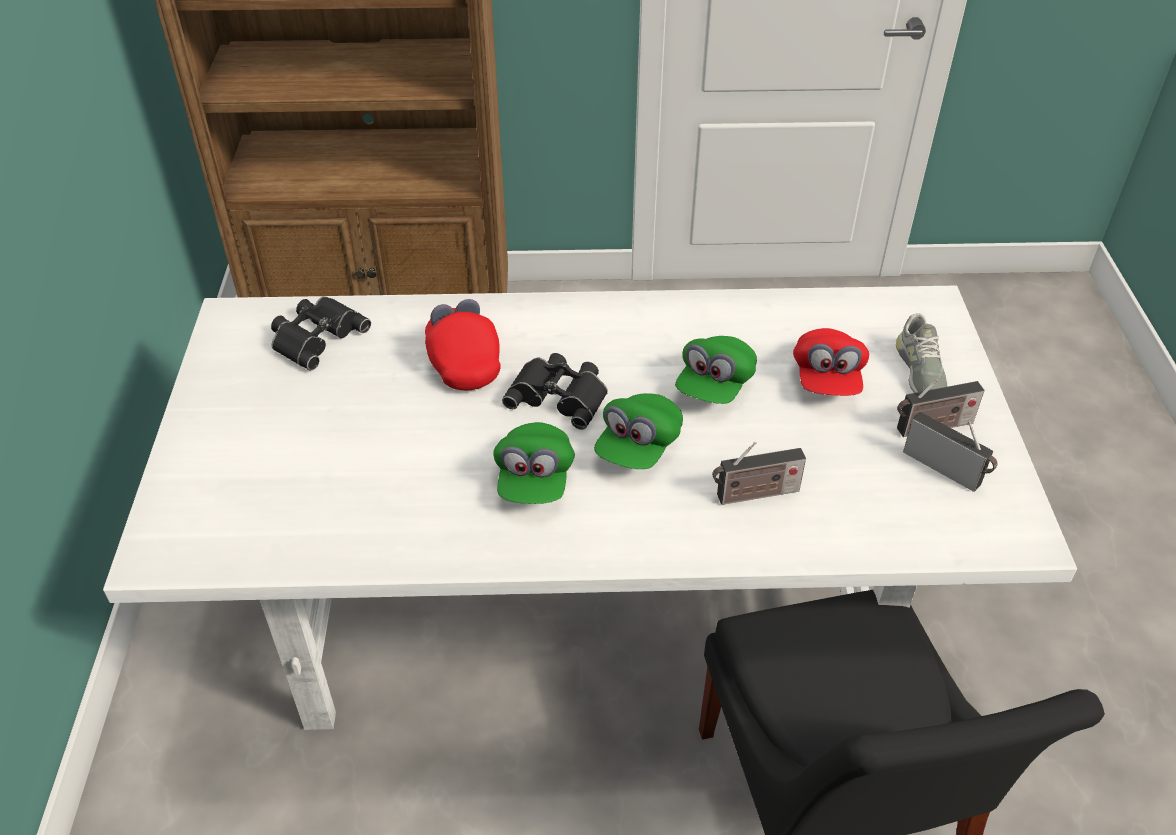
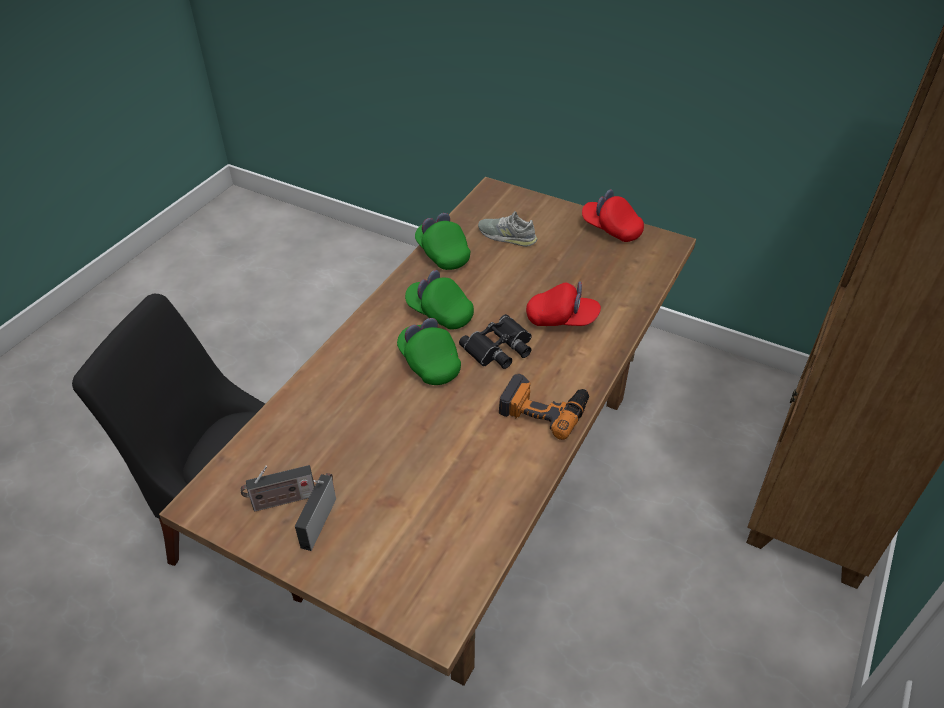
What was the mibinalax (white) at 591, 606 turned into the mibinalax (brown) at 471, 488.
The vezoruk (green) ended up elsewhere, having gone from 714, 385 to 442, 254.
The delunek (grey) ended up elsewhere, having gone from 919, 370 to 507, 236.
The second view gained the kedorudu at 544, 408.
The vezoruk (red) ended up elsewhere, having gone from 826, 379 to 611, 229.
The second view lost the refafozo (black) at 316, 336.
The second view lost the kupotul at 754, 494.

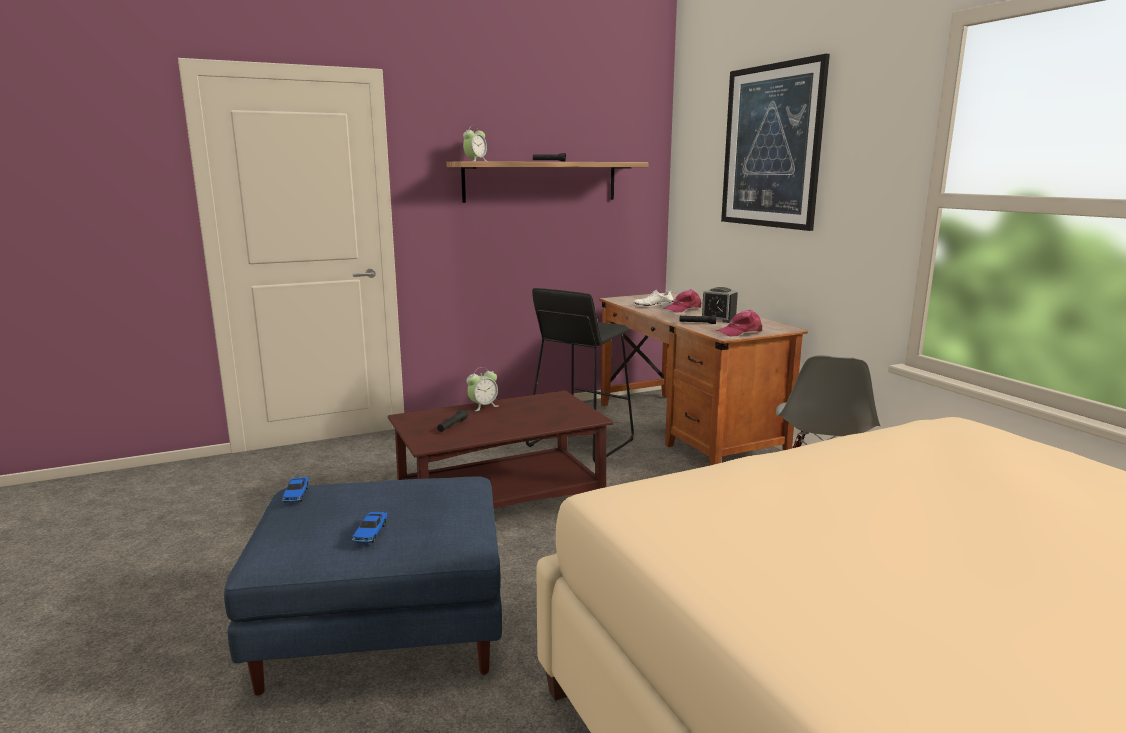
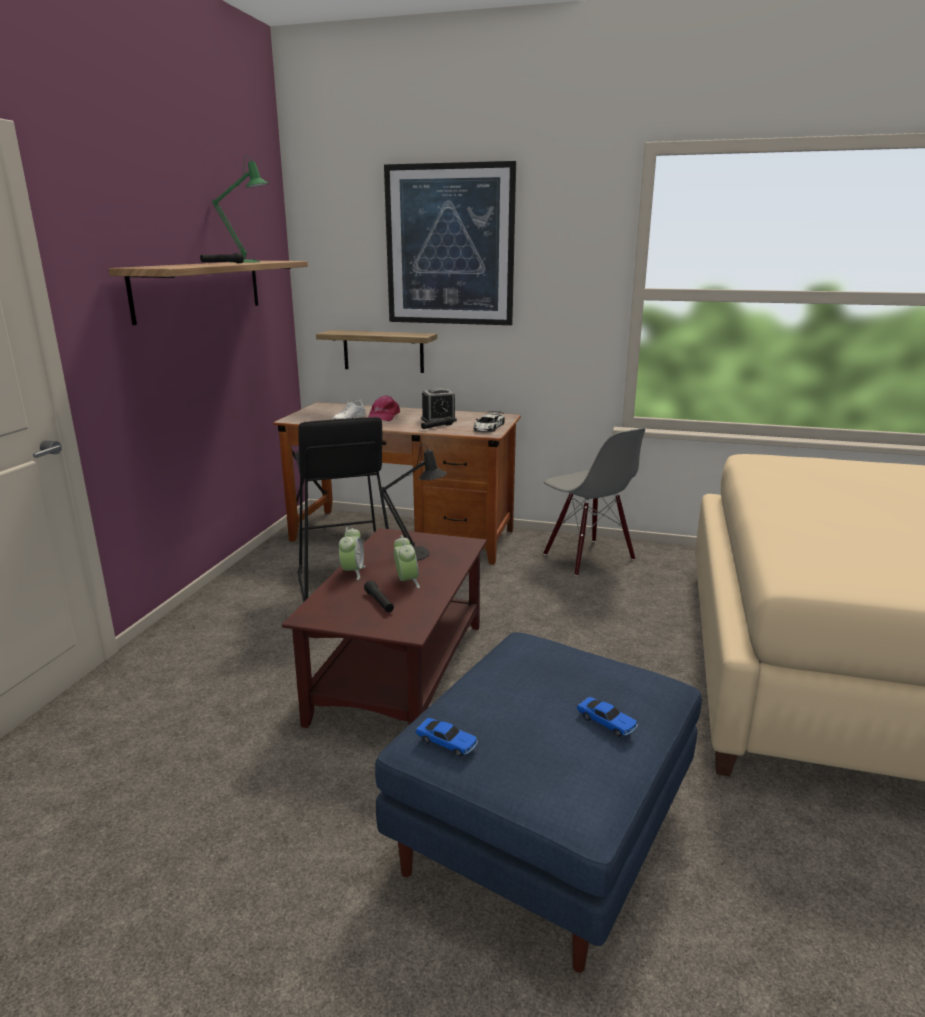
The second view gained the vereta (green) at 249, 262.
The second view gained the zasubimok at 383, 351.
The second view gained the vereta (black) at 417, 554.
The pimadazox ended up elsewhere, having gone from 475, 161 to 406, 582.
Where the vezoruk (pink) stood at 740, 332, the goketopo came to stand at 488, 427.

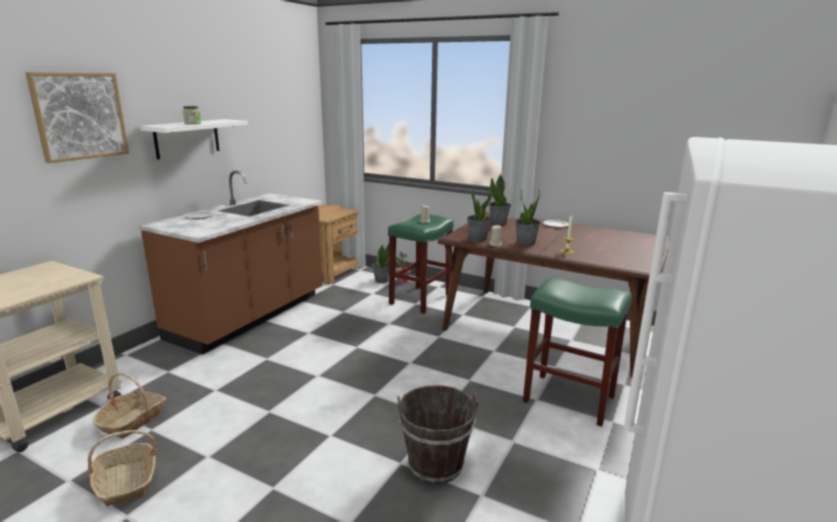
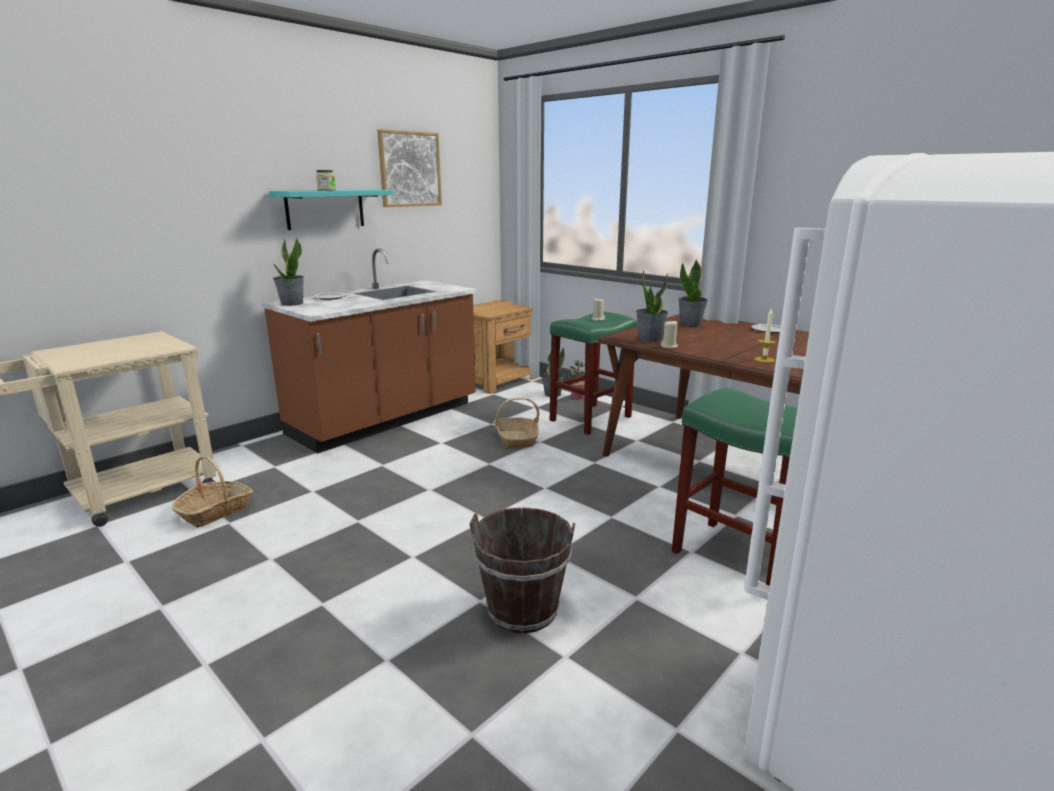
What was the zasubimok (white) at 187, 138 turned into the zasubimok (turquoise) at 325, 209.
The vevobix ended up elsewhere, having gone from 526, 243 to 292, 303.
The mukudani ended up elsewhere, having gone from 80, 116 to 409, 169.
The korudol ended up elsewhere, having gone from 126, 482 to 516, 439.

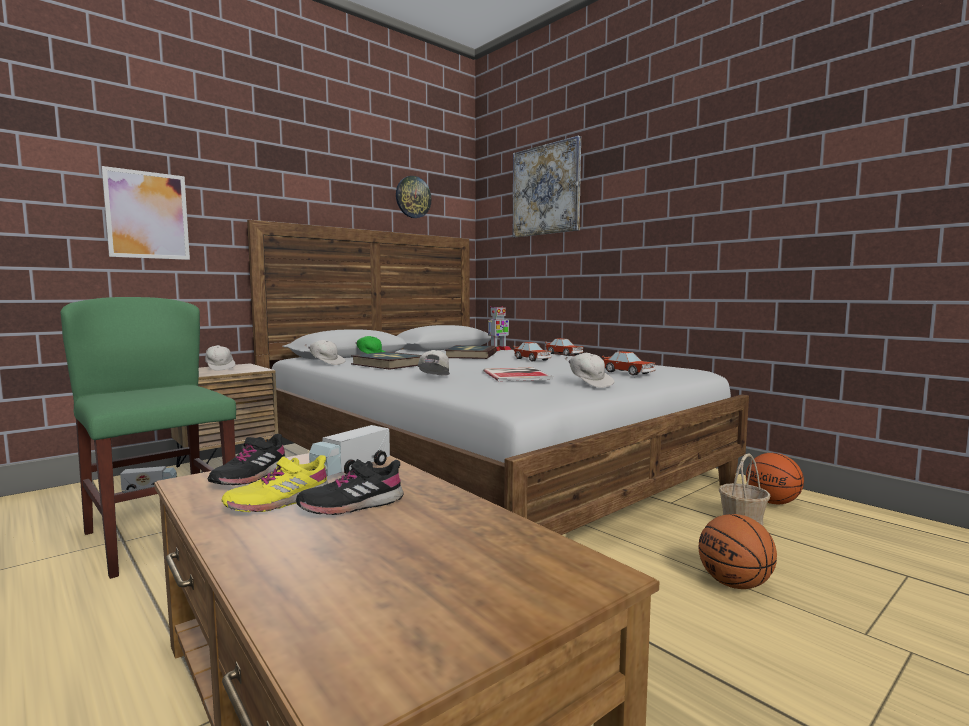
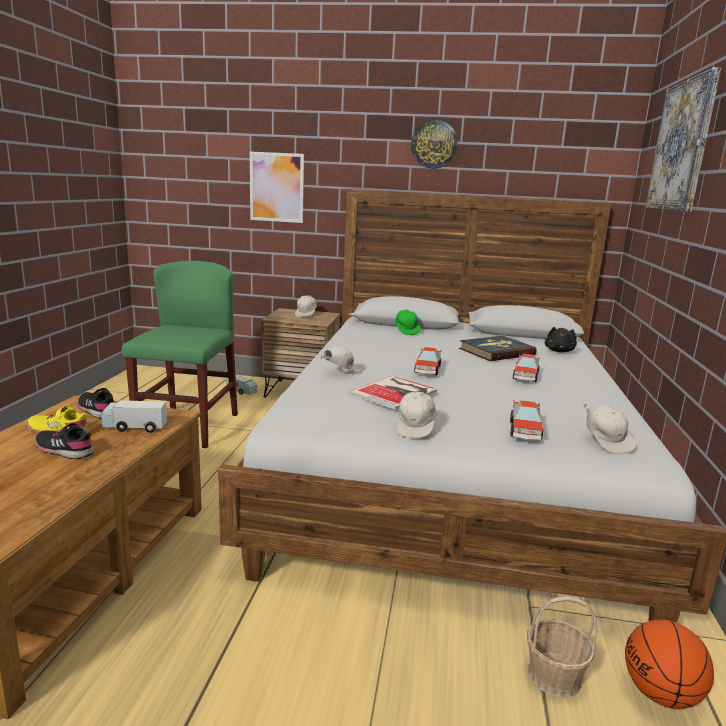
The delunek (black) at 250, 476 ended up facing another way, 60 degrees clockwise from before.
The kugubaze ended up elsewhere, having gone from 413, 197 to 434, 144.
The goketopo ended up elsewhere, having gone from 564, 354 to 427, 370.
Where the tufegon stood at 498, 350, the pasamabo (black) came to stand at 559, 351.
The vezoruk (white) ended up elsewhere, having gone from 326, 363 to 606, 442.
The second view lost the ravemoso at 389, 364.
The second view lost the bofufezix at 734, 584.

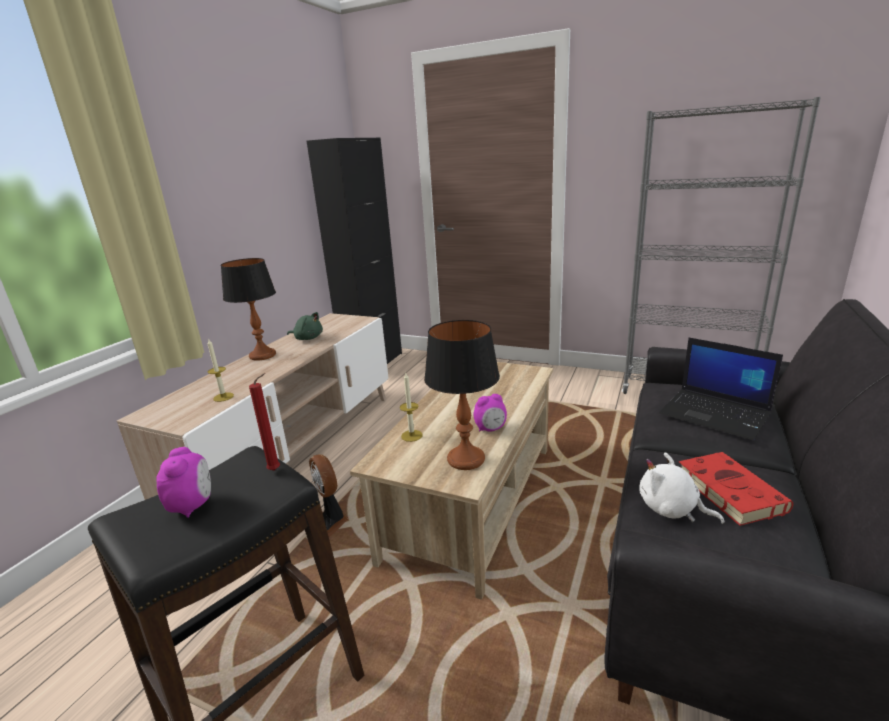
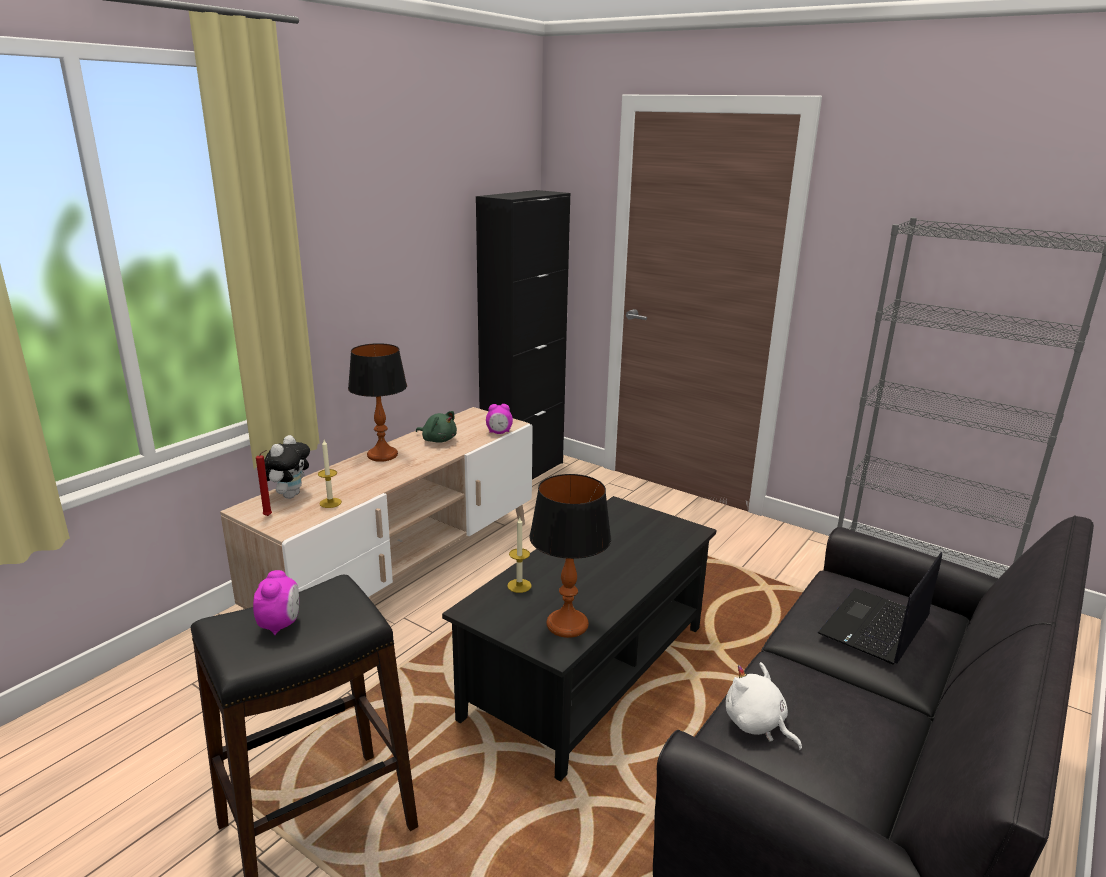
The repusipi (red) ended up elsewhere, having gone from 276, 470 to 269, 516.
The second view gained the pasamabo at 289, 495.
What was the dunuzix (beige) at 473, 501 turned into the dunuzix (black) at 588, 672.
The pimadazox ended up elsewhere, having gone from 490, 429 to 499, 433.
The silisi at 716, 414 ended up facing another way, 75 degrees clockwise from before.
The second view lost the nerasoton at 329, 523.
The second view lost the ravemoso (red) at 727, 490.

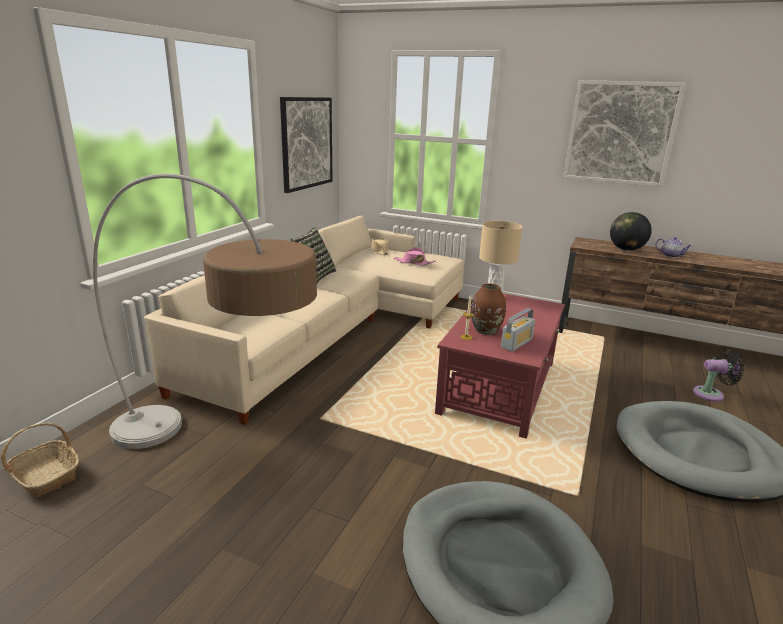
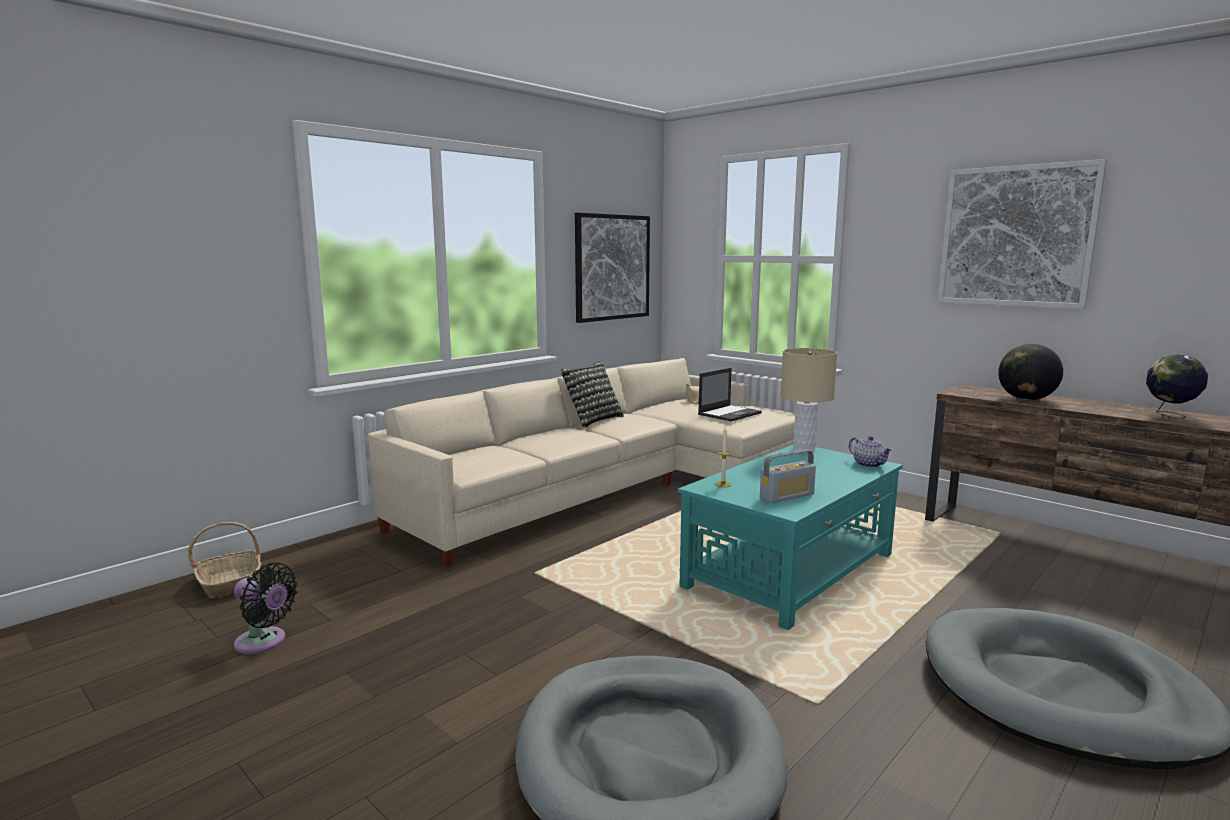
The nerasoton (black) ended up elsewhere, having gone from 711, 394 to 264, 642.
What was the dunuzix (red) at 499, 387 turned into the dunuzix (turquoise) at 791, 570.
Where the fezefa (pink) stood at 414, 263, the silisi came to stand at 730, 413.
The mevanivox ended up elsewhere, having gone from 671, 255 to 869, 464.
The second view gained the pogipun at 1169, 416.
The second view lost the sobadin at 218, 454.
The second view lost the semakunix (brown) at 486, 331.

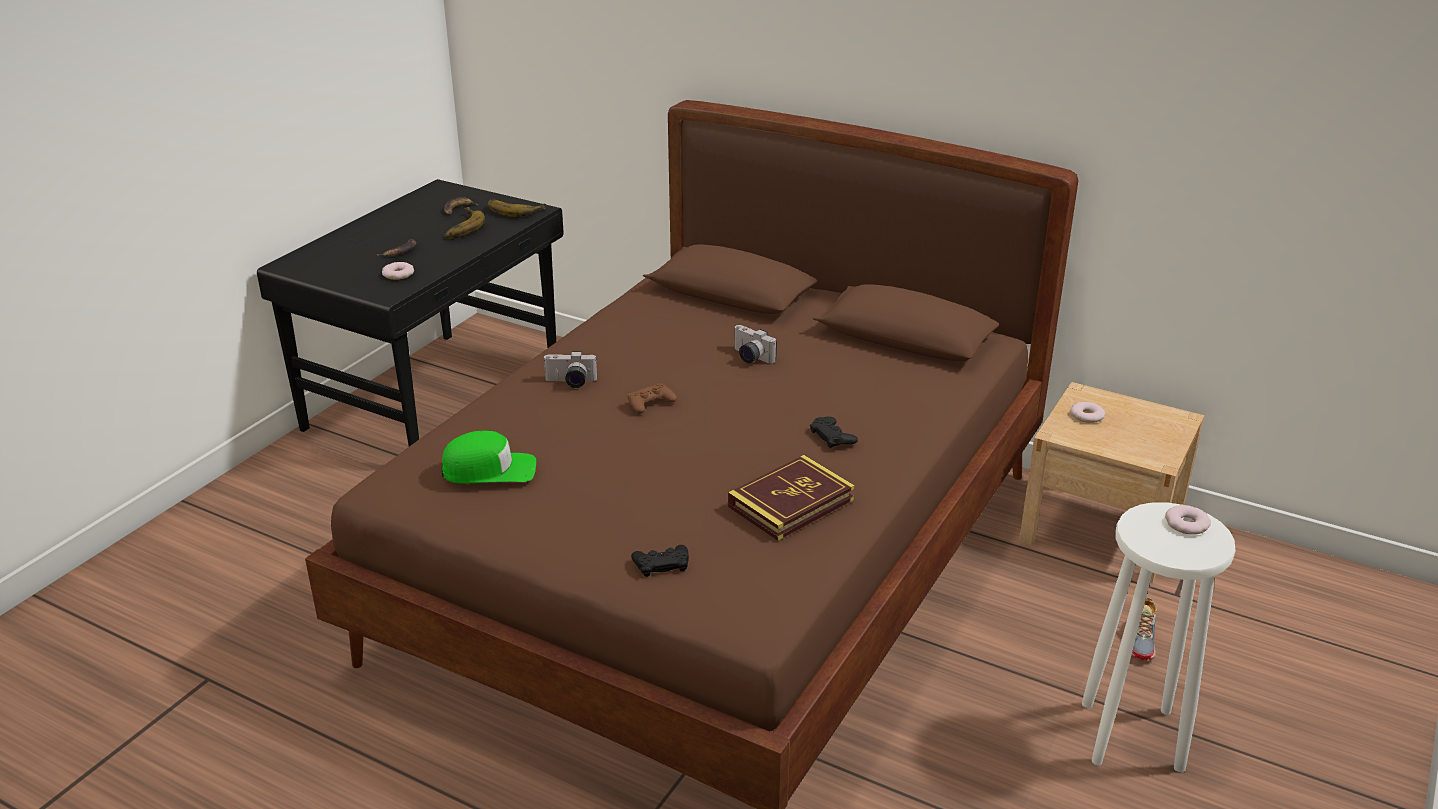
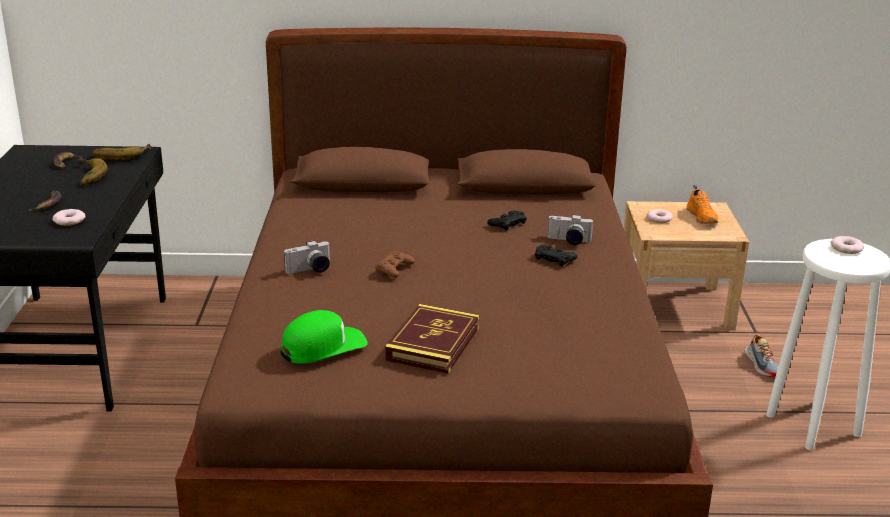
The ravemoso ended up elsewhere, having gone from 791, 503 to 433, 344.
The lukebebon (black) ended up elsewhere, having gone from 661, 564 to 507, 223.
The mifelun ended up elsewhere, having gone from 750, 357 to 568, 241.
The second view gained the delunek (orange) at 702, 217.

